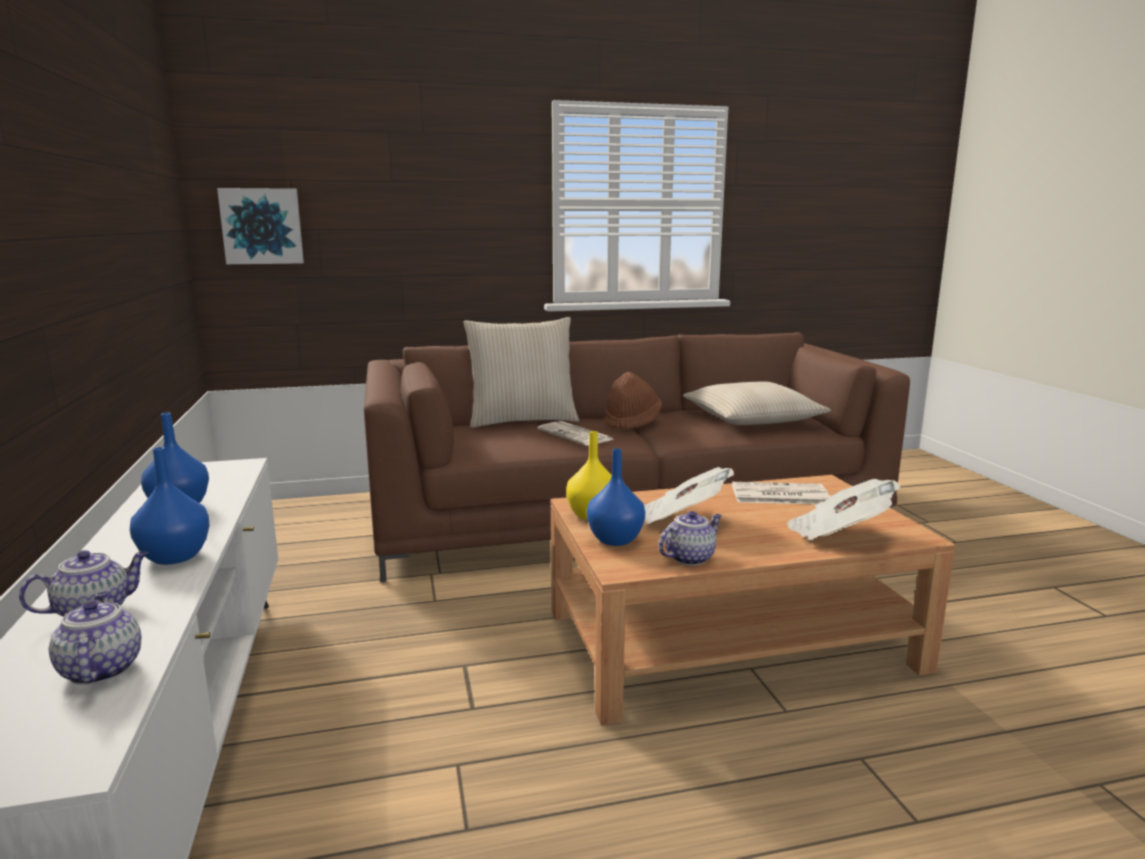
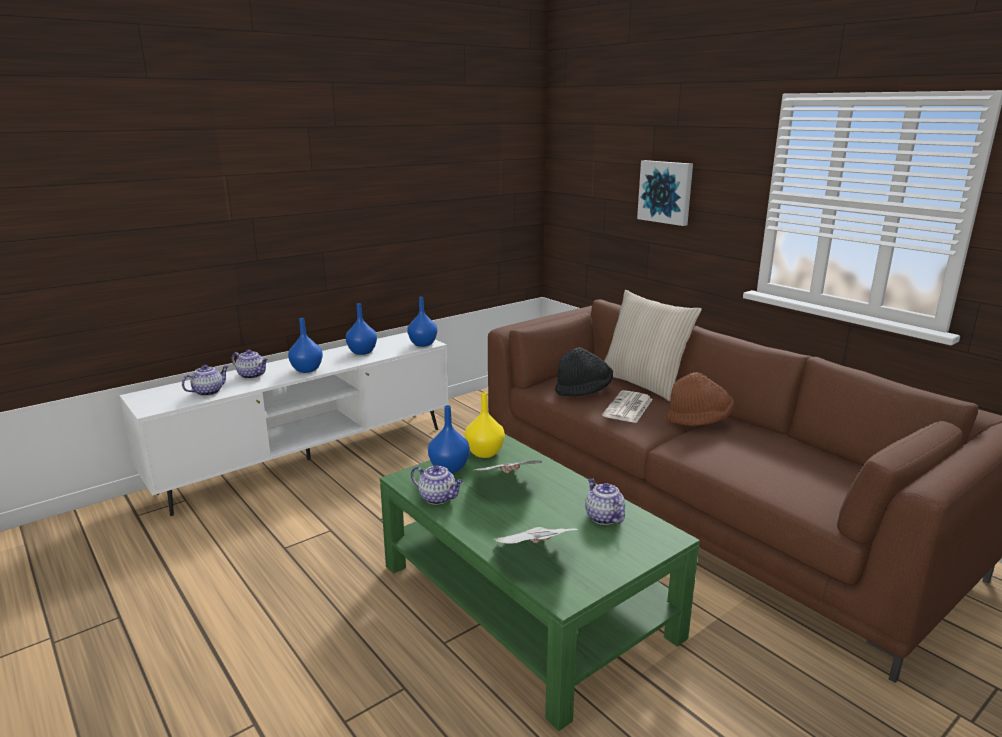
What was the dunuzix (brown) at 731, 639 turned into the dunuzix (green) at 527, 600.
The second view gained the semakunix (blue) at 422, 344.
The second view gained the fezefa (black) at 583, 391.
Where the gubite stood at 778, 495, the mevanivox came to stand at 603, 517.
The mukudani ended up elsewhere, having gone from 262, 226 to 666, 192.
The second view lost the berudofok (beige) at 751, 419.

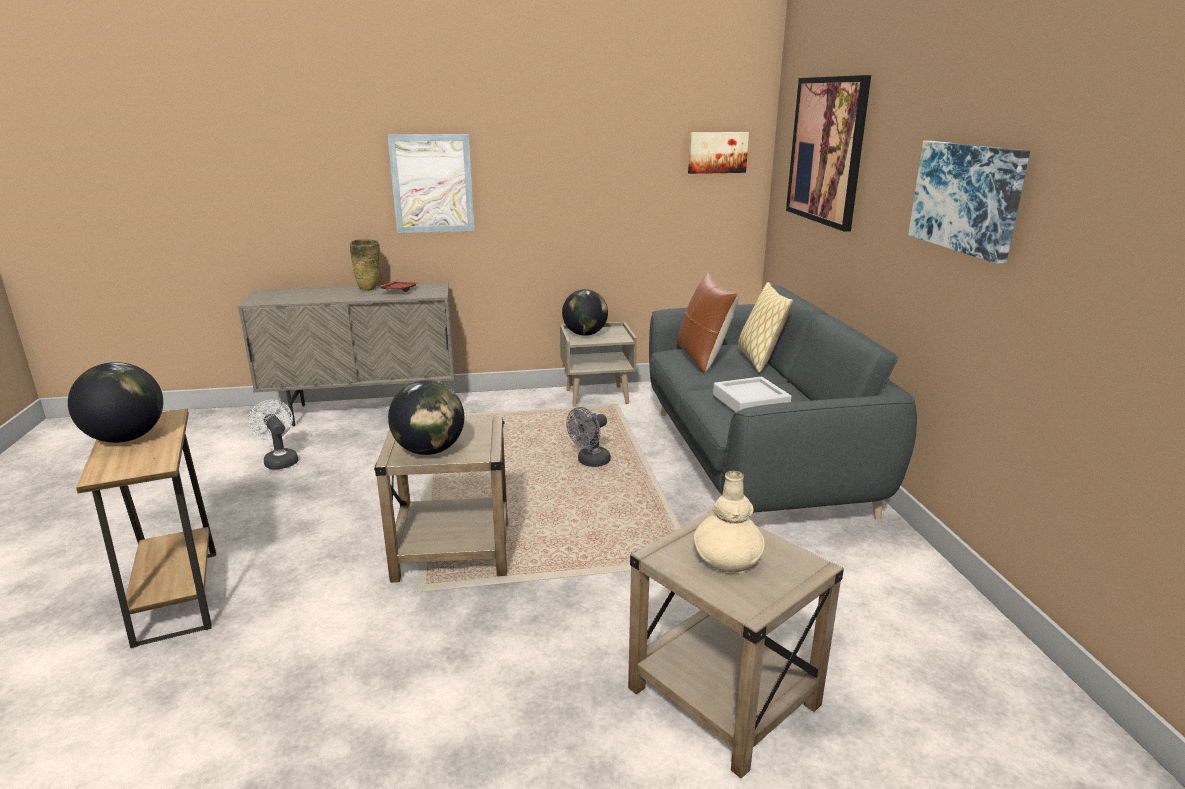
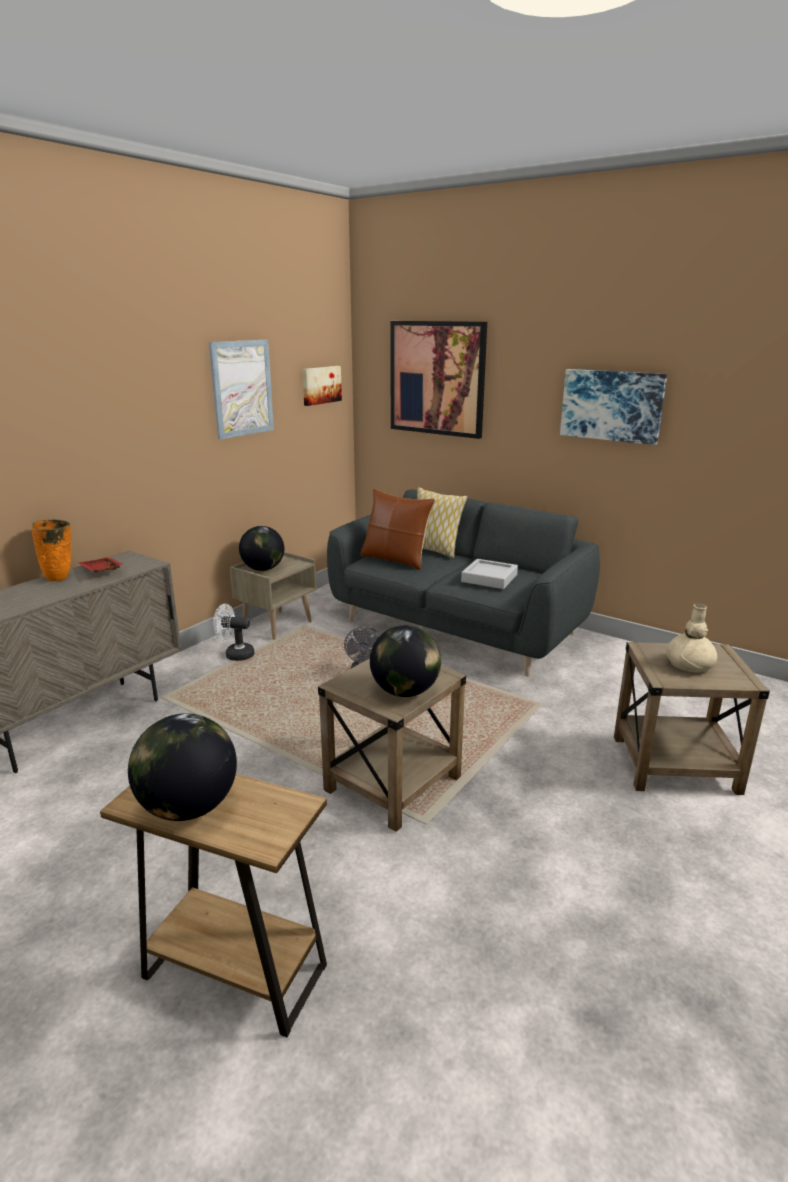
What was the semakunix (beige) at 369, 289 turned into the semakunix (orange) at 60, 578.
The mukudani ended up elsewhere, having gone from 432, 184 to 242, 388.
The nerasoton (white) ended up elsewhere, having gone from 279, 460 to 235, 655.

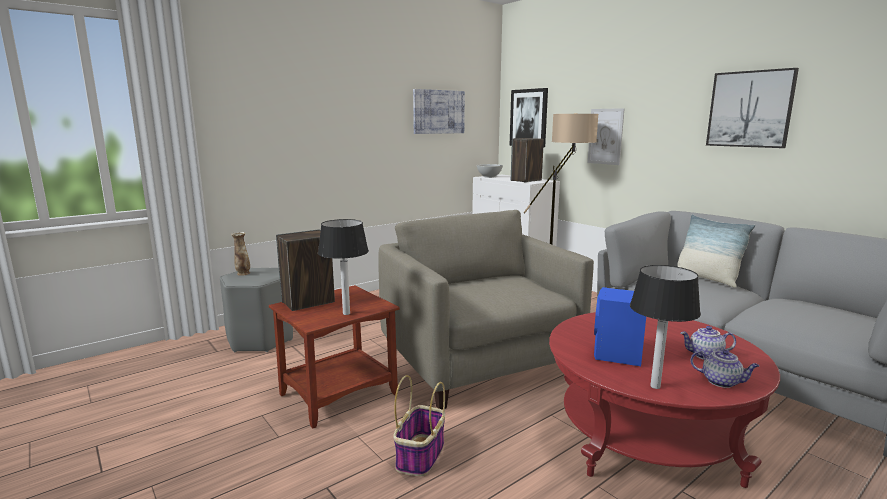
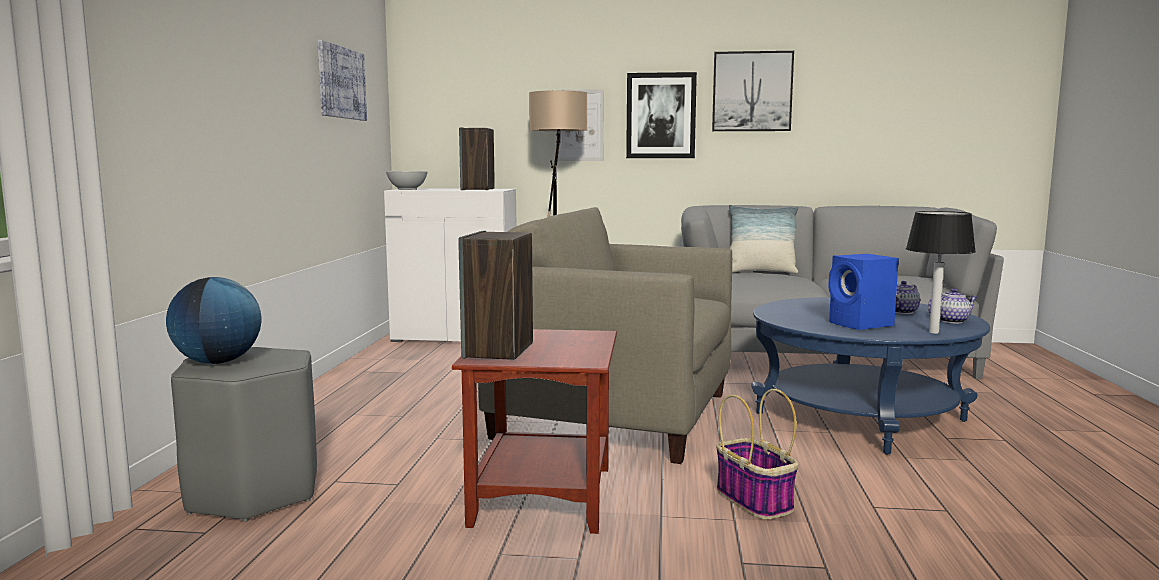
Where the semakunix stood at 243, 273, the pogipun came to stand at 218, 362.
The mukudani ended up elsewhere, having gone from 529, 118 to 661, 116.
What was the dunuzix (red) at 646, 436 turned into the dunuzix (blue) at 860, 417.
The second view lost the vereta at 346, 313.

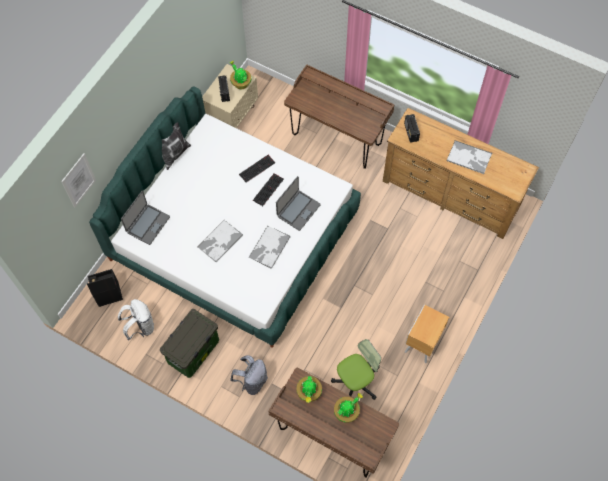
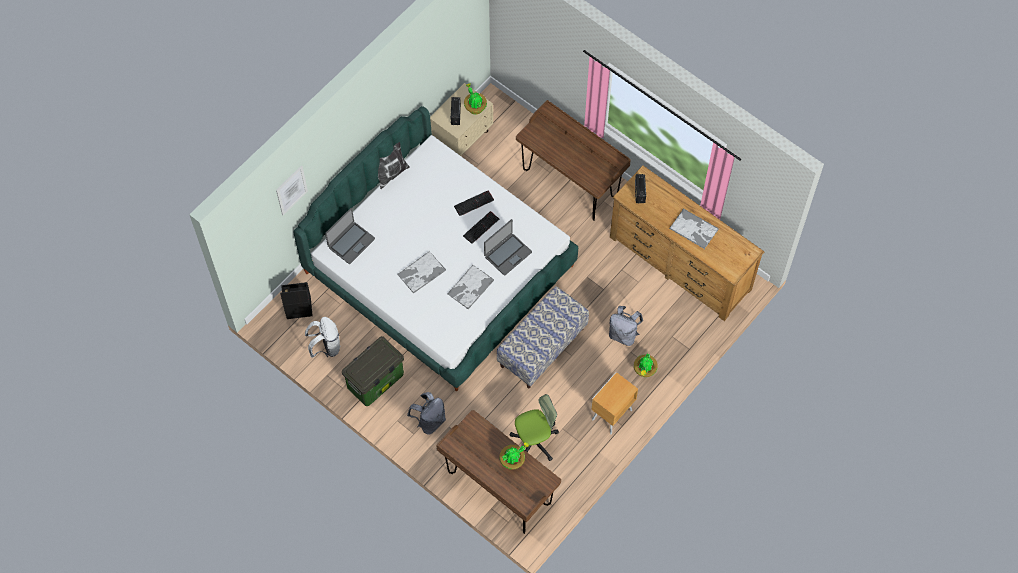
The second view gained the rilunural at 542, 347.
The second view gained the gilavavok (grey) at 623, 334.
The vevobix ended up elsewhere, having gone from 309, 393 to 644, 370.

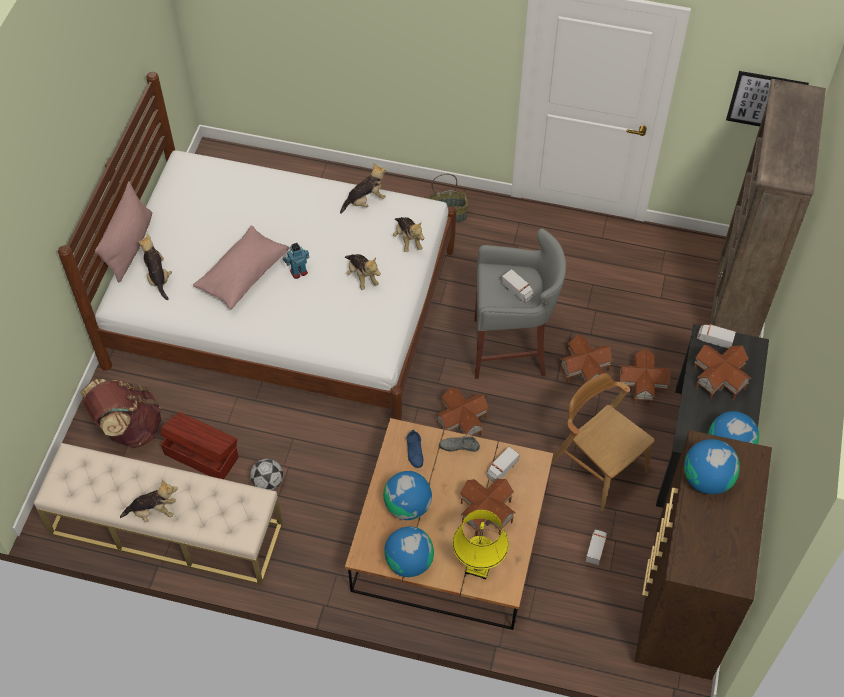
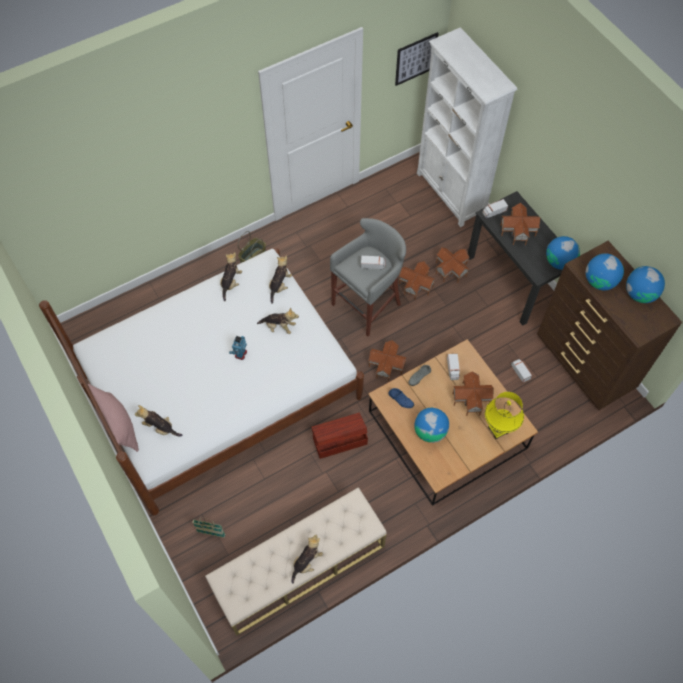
Where the gilavavok (brown) stood at 129, 428, the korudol came to stand at 211, 533.
The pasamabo at 408, 240 ended up facing another way, 90 degrees counterclockwise from before.
The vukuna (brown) ended up elsewhere, having gone from 201, 454 to 339, 440.
What was the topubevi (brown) at 733, 310 turned into the topubevi (white) at 450, 194.
The pogipun ended up elsewhere, having gone from 409, 562 to 640, 294.
The second view lost the berudofok (pink) at 243, 275.
The second view lost the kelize at 268, 482.
The second view lost the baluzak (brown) at 598, 466.

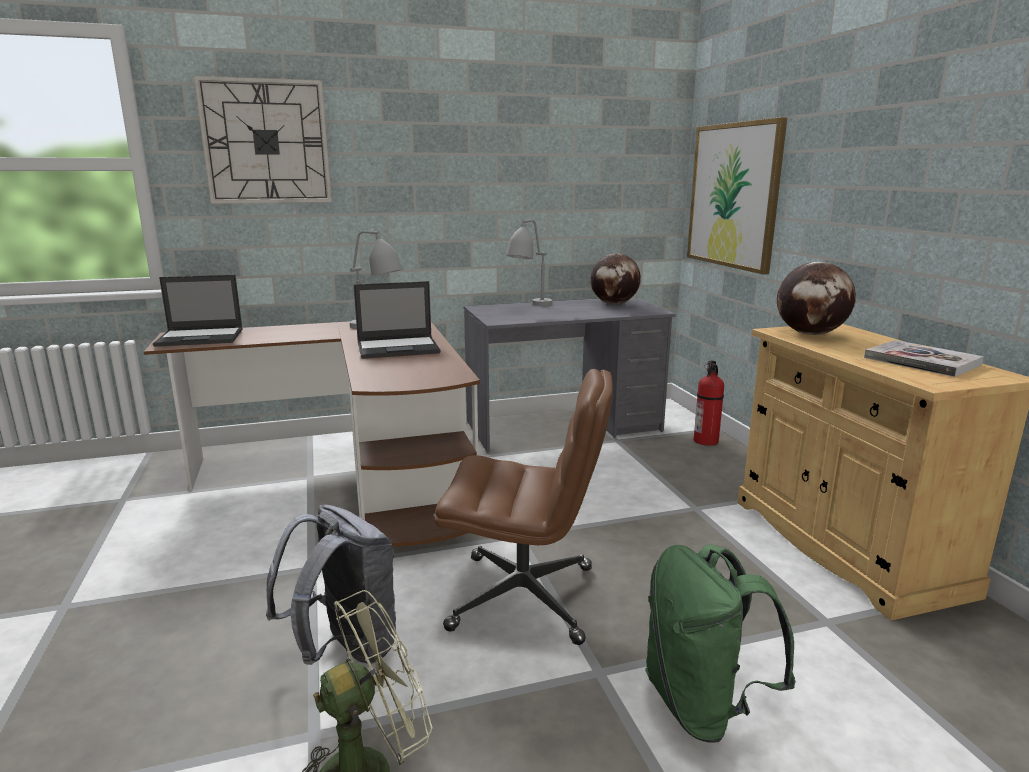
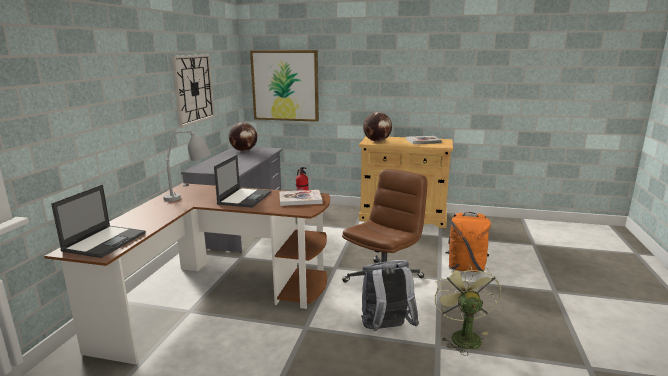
The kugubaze ended up elsewhere, having gone from 266, 142 to 193, 89.
The second view gained the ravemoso at 300, 199.
What was the gilavavok (green) at 703, 706 turned into the gilavavok (orange) at 466, 268.
The second view lost the vereta (grey) at 529, 307.

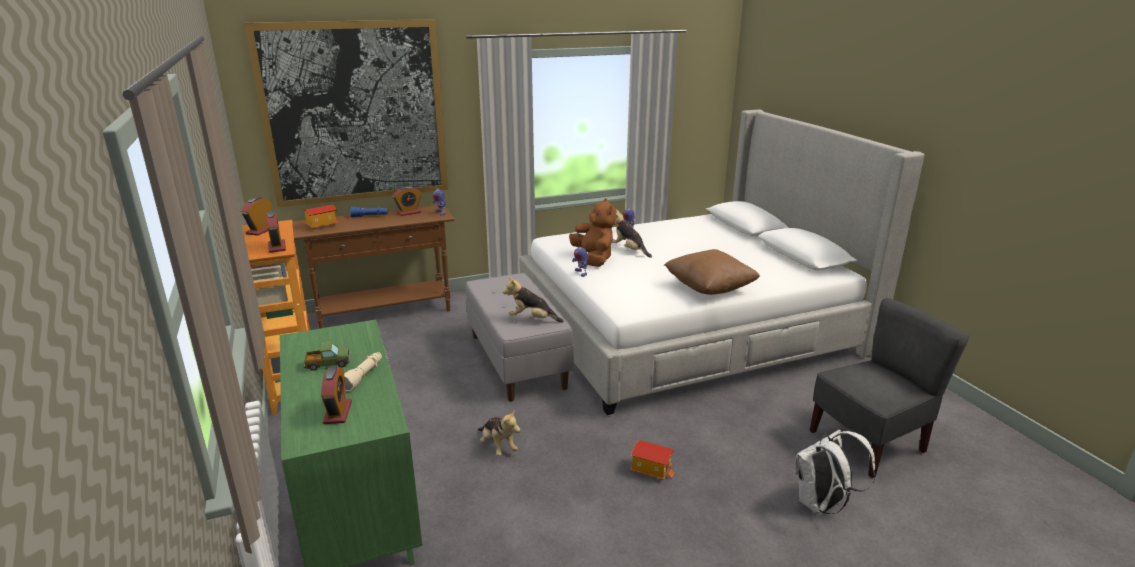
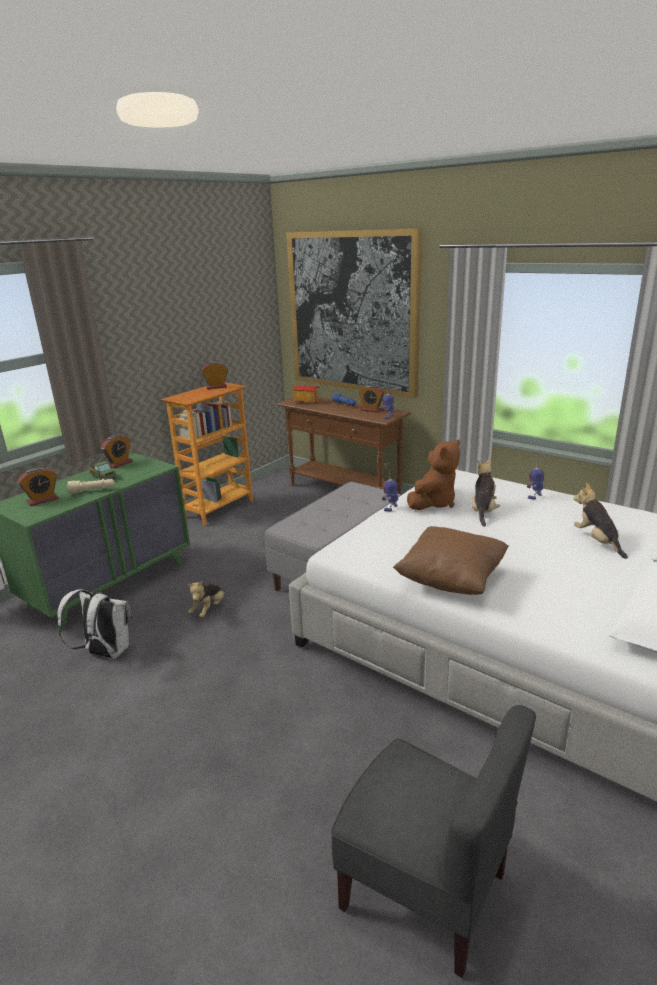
The gilavavok (white) ended up elsewhere, having gone from 822, 505 to 105, 653.
The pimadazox ended up elsewhere, having gone from 277, 247 to 119, 463.
The pasamabo ended up elsewhere, having gone from 532, 319 to 597, 541.
The second view lost the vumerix at 651, 470.

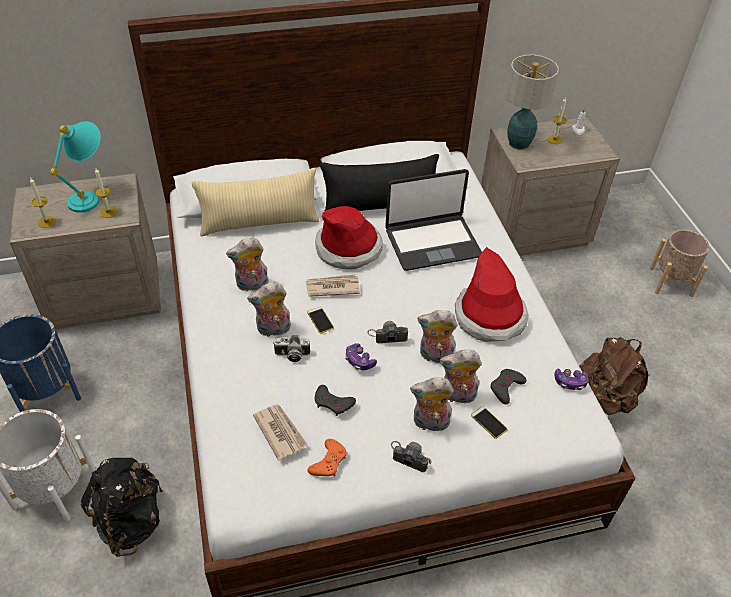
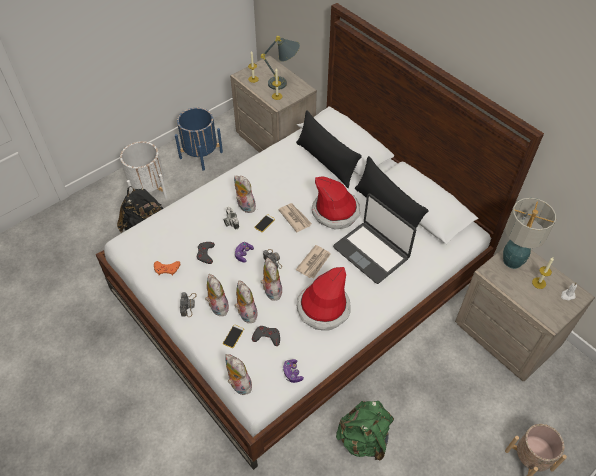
The pasamabo ended up elsewhere, having gone from 252, 285 to 238, 384.
What was the vereta (turquoise) at 91, 196 turned into the vereta (grey) at 284, 84.
What was the berudofok (beige) at 259, 223 turned into the berudofok (black) at 326, 162.
The gubite ended up elsewhere, having gone from 280, 432 to 314, 263.
What was the gilavavok (brown) at 604, 398 turned into the gilavavok (green) at 364, 438.

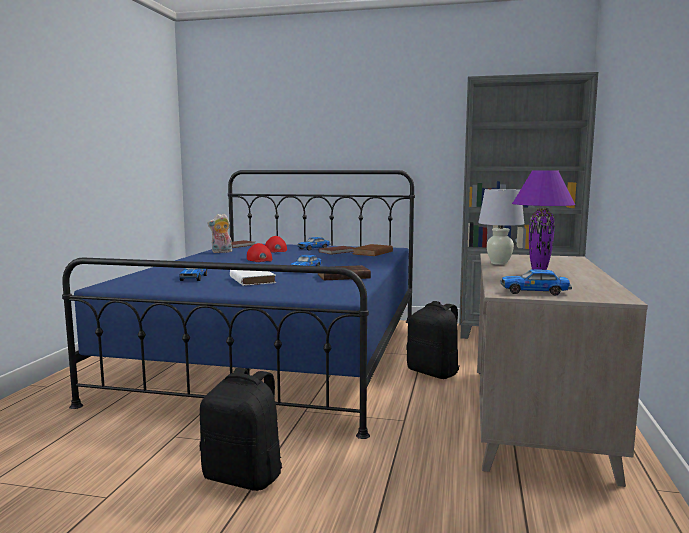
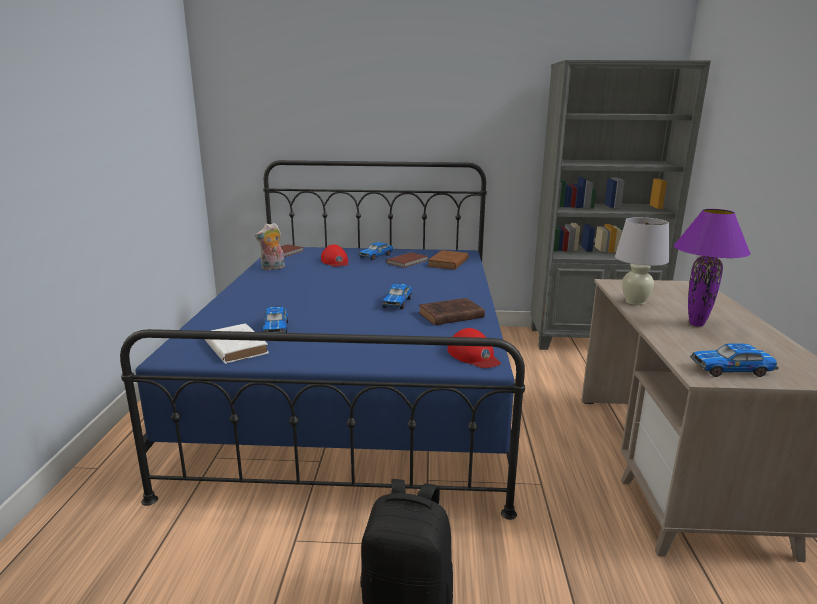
The ravemoso (white) ended up elsewhere, having gone from 252, 280 to 235, 346.
The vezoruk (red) ended up elsewhere, having gone from 260, 259 to 473, 356.
The second view lost the gilavavok (black) at 433, 372.

